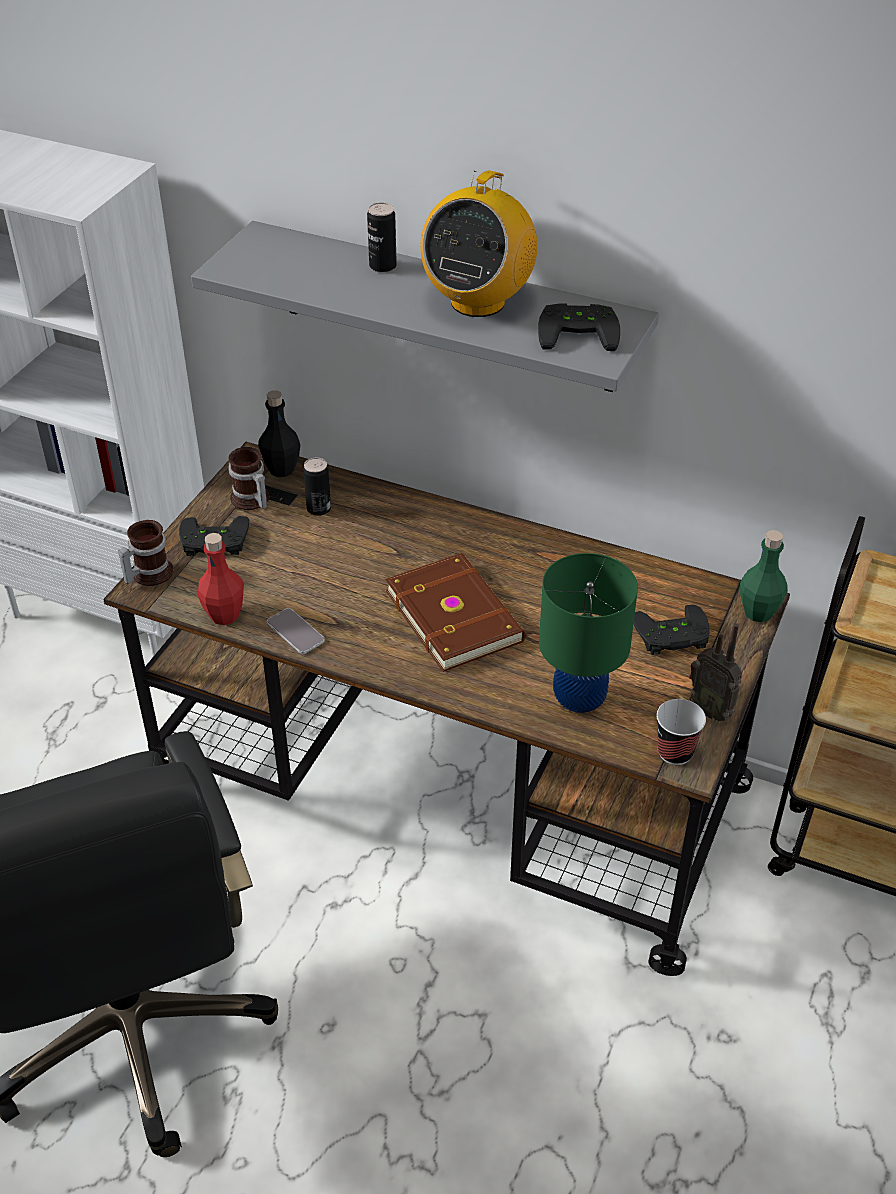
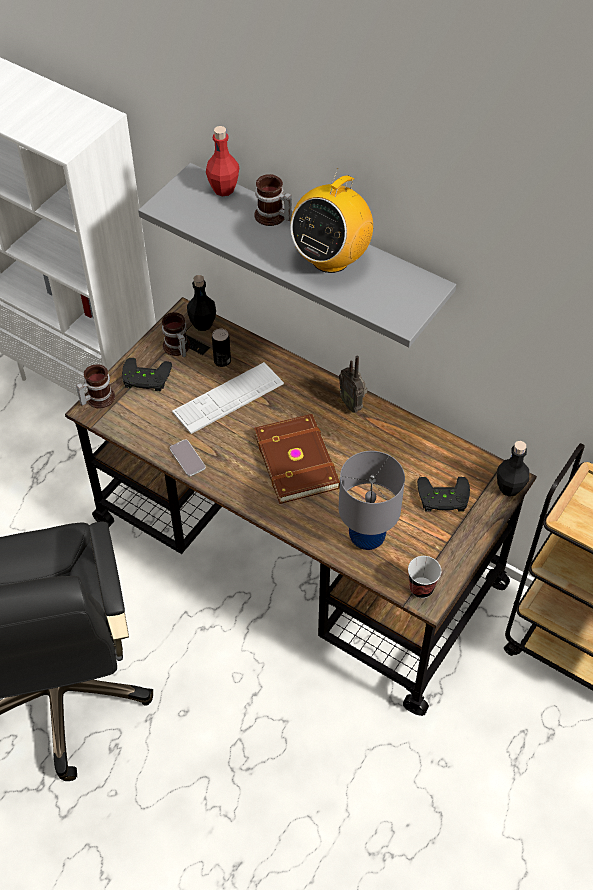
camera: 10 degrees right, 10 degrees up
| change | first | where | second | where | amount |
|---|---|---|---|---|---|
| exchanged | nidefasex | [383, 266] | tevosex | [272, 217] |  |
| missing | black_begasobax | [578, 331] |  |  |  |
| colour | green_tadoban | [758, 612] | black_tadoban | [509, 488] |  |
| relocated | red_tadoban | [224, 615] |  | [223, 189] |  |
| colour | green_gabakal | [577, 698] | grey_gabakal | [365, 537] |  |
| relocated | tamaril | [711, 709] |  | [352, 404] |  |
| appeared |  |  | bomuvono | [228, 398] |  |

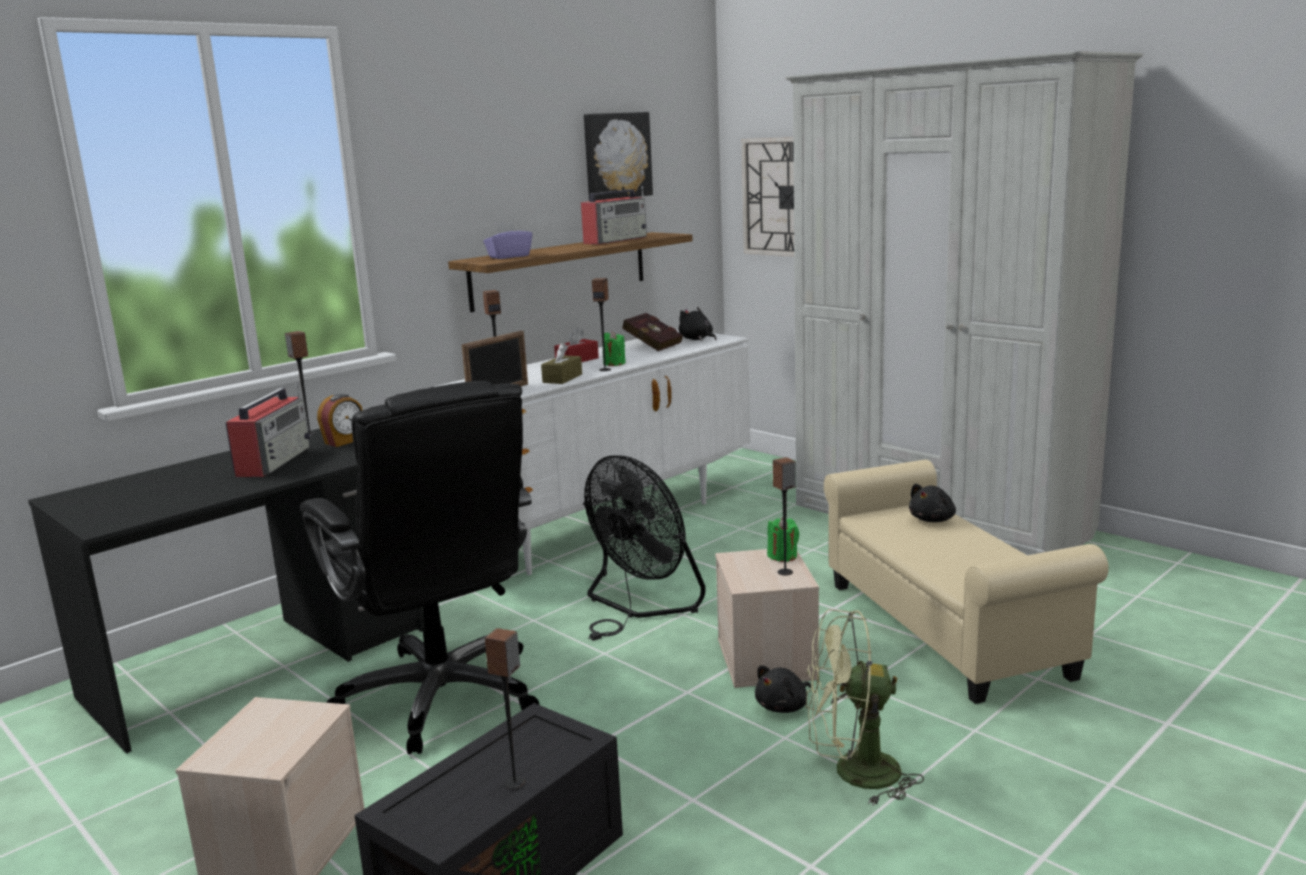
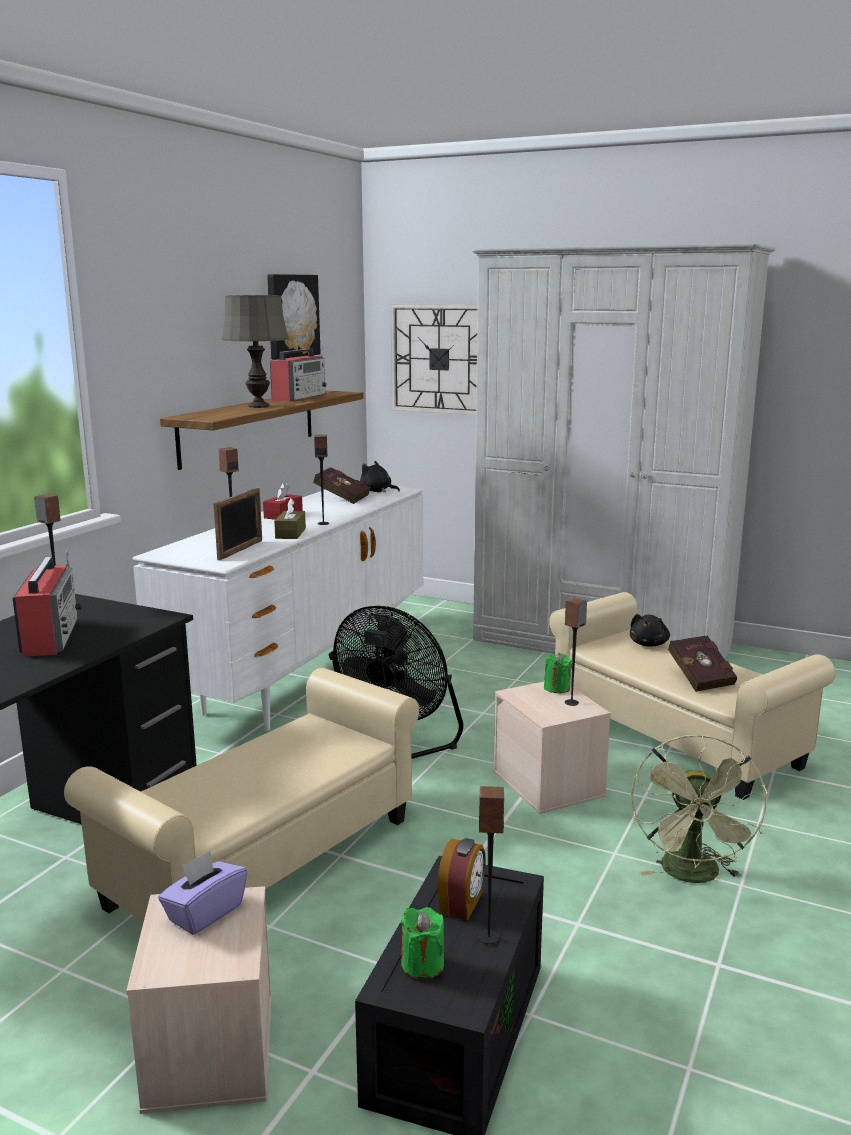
camera: 20 degrees left, 0 degrees up
| change | first | where | second | where | amount |
|---|---|---|---|---|---|
| relocated | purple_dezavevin | [509, 256] |  | [205, 913] |  |
| relocated | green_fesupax | [614, 363] |  | [422, 964] |  |
| exchanged | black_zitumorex | [441, 694] | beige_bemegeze | [264, 861] |  |
| relocated | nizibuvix | [344, 441] |  | [462, 904] |  |
| spun | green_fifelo | [853, 774] |  | [693, 876] | 60 degrees counterclockwise |
| missing | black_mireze | [783, 707] |  |  |  |
| appeared |  |  | grey_gabakal | [258, 406] |  |
| appeared |  |  | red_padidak | [699, 678] |  |

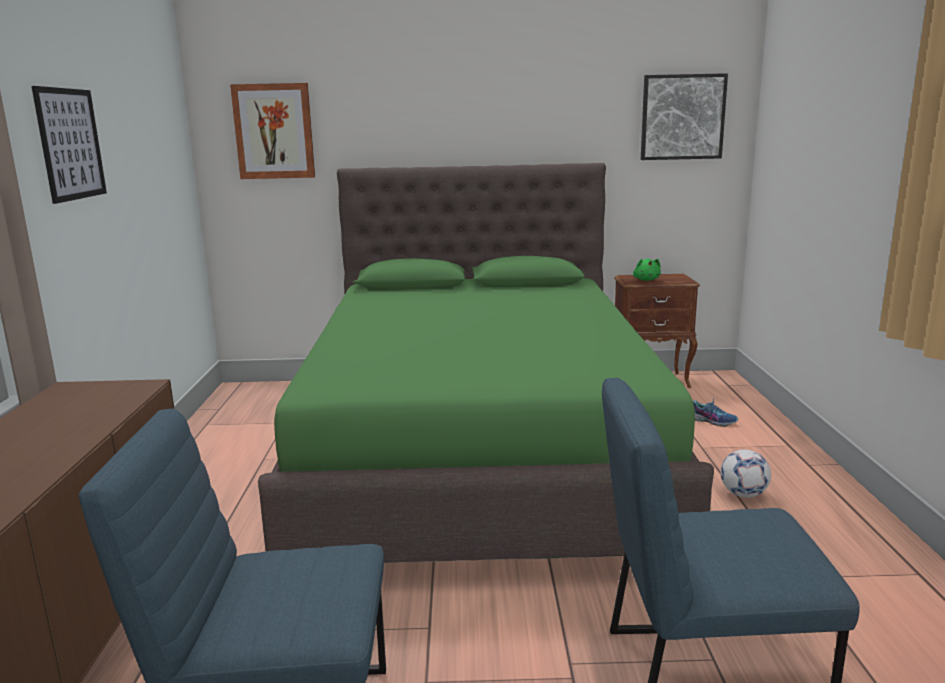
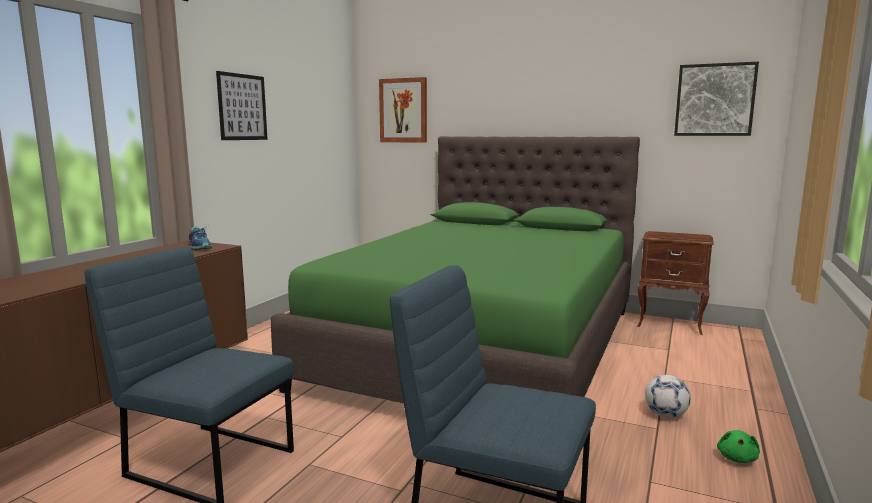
camera: 25 degrees right, 5 degrees down
| change | first | where | second | where | amount |
|---|---|---|---|---|---|
| relocated | green_mireze | [646, 280] |  | [737, 458] |  |
| relocated | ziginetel | [712, 421] |  | [200, 247] |  |

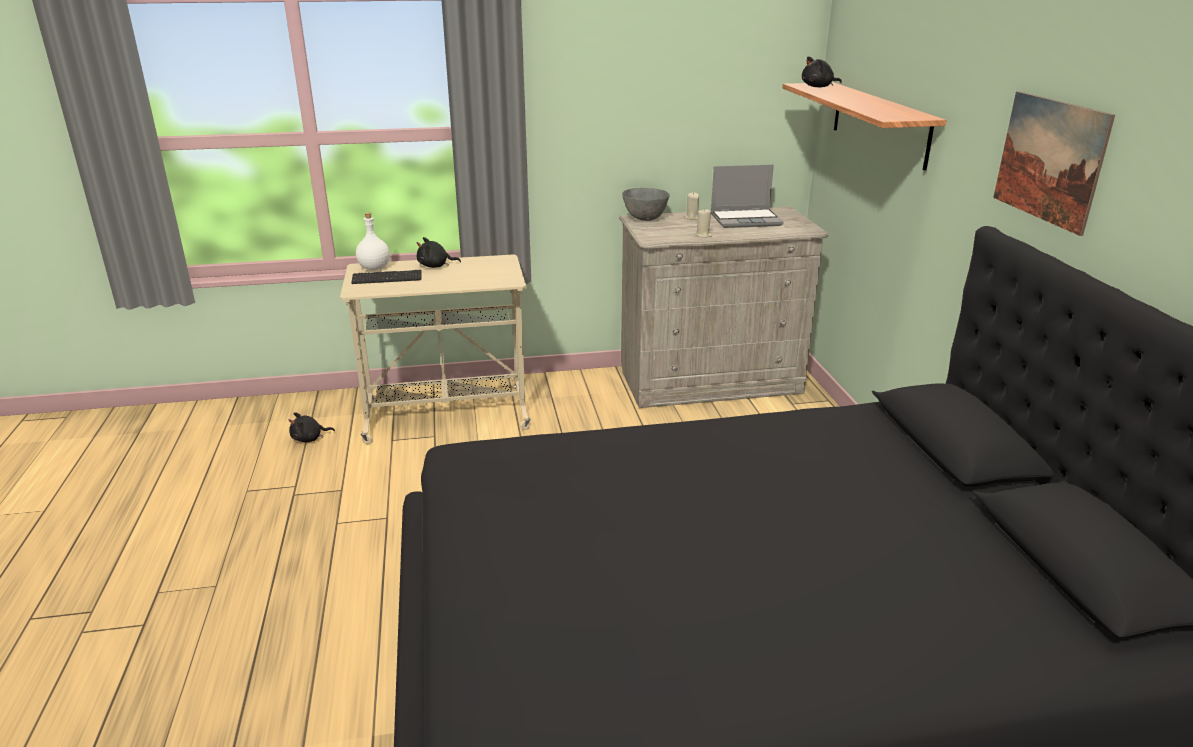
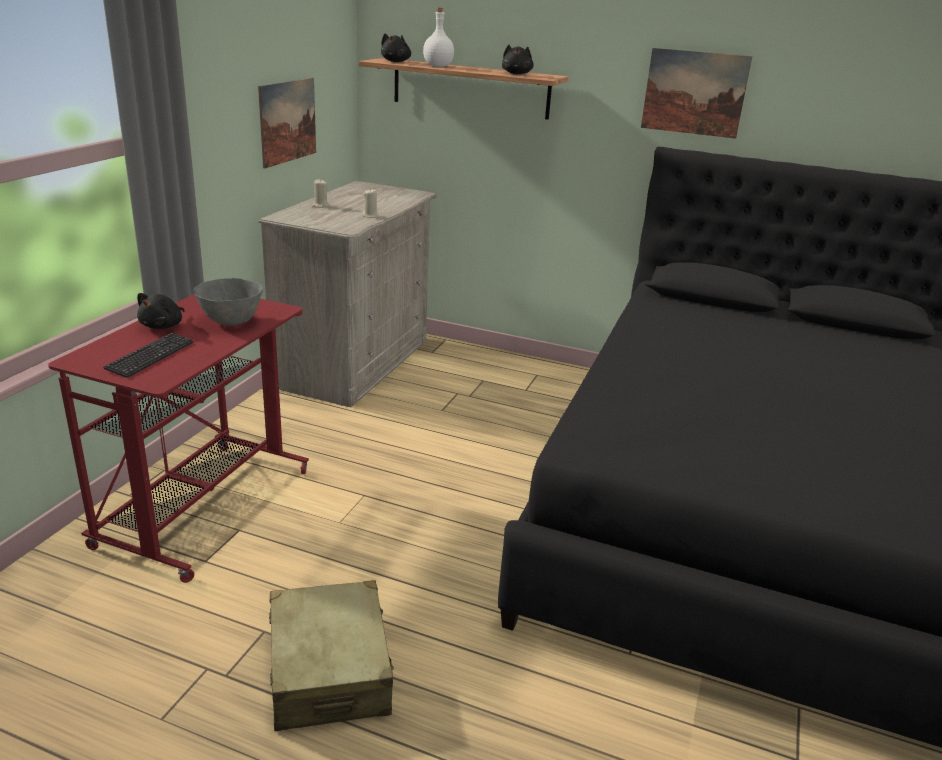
camera: 60 degrees left, 0 degrees up
| change | first | where | second | where | amount |
|---|---|---|---|---|---|
| missing | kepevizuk | [746, 220] |  |  |  |
| relocated | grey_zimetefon | [645, 219] |  | [231, 322] |  |
| relocated | white_tadoban | [375, 268] |  | [438, 66] |  |
| colour | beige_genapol | [447, 415] | red_genapol | [206, 507] |  |
| relocated | black_mireze | [309, 438] |  | [517, 74] |  |
| appeared |  |  | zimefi | [288, 121] |  |
| appeared |  |  | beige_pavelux | [329, 670] |  |

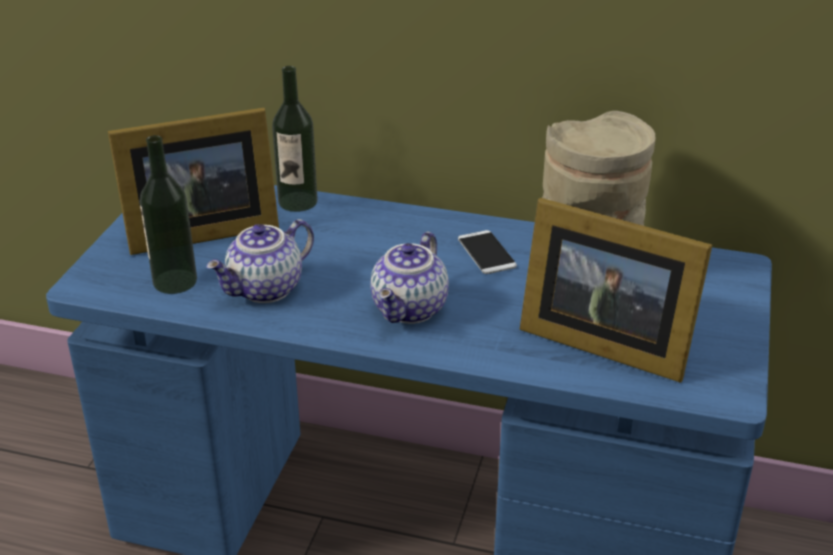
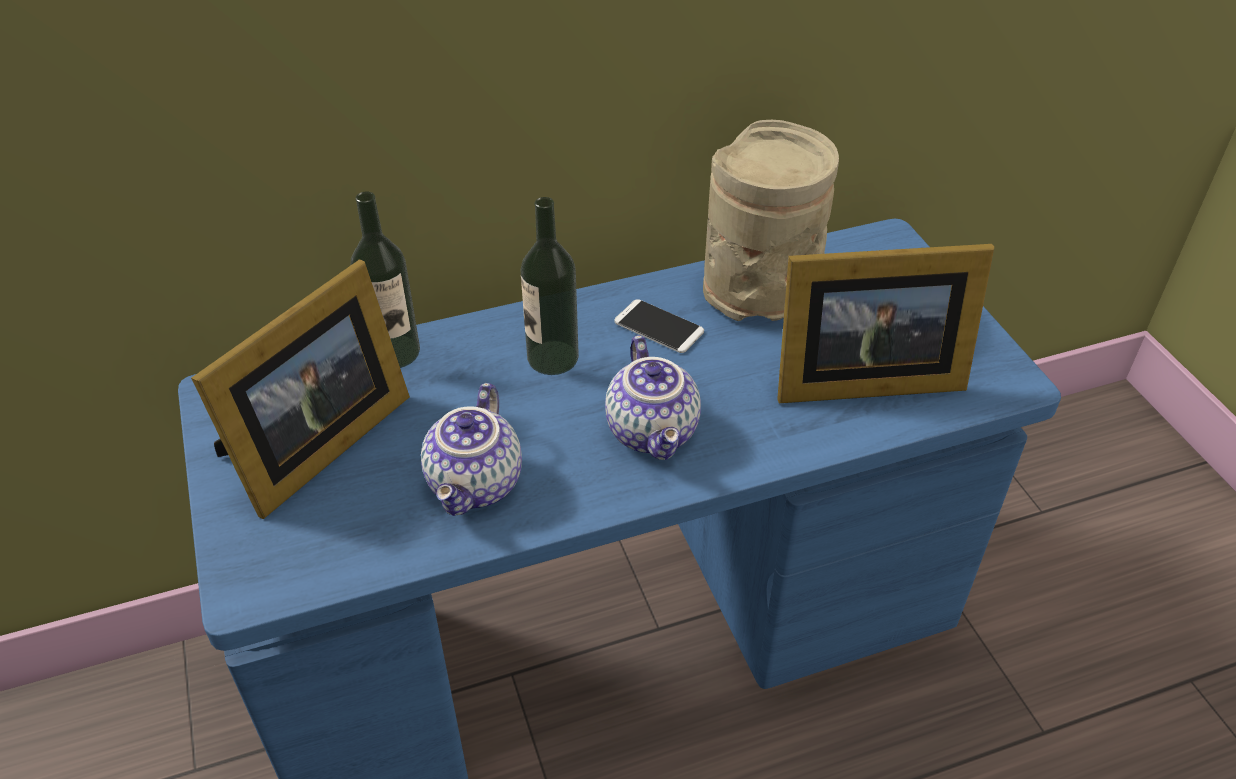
camera: 35 degrees left, 10 degrees up
| change | first | where | second | where | amount |
|---|---|---|---|---|---|
| relocated | tadoban | [175, 281] |  | [552, 358] |  |

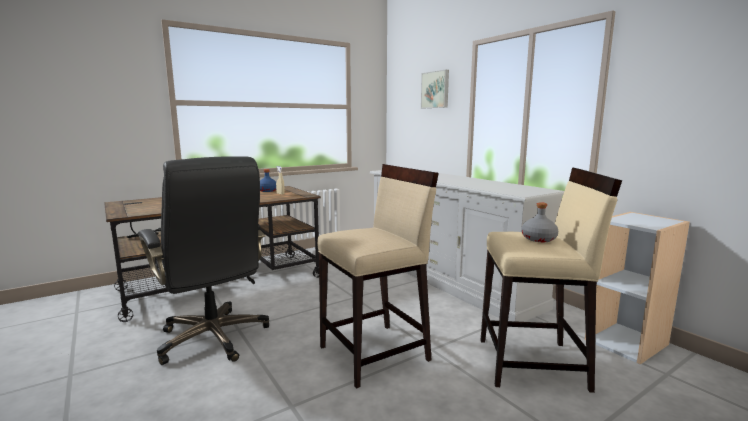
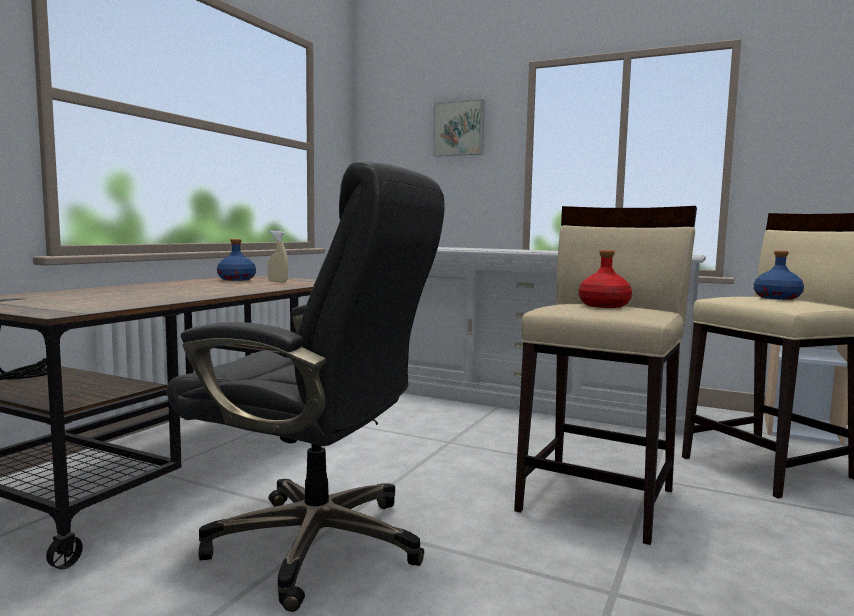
camera: 30 degrees left, 5 degrees down
| change | first | where | second | where | amount |
|---|---|---|---|---|---|
| colour | grey_tadoban | [538, 239] | blue_tadoban | [776, 298] |  |
| appeared |  |  | red_tadoban | [603, 305] |  |

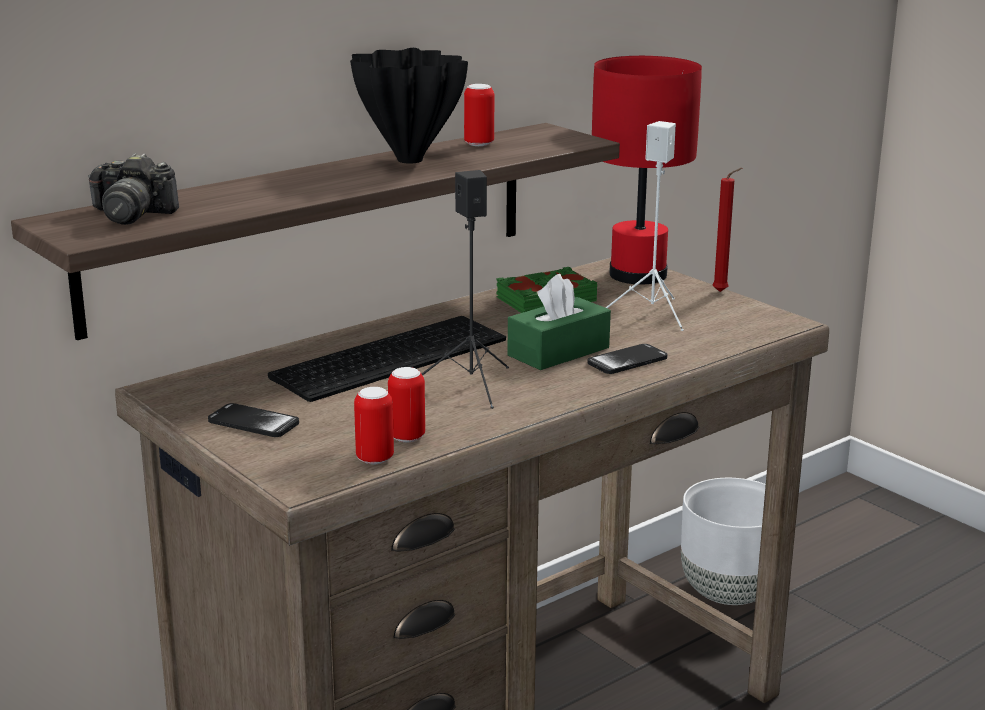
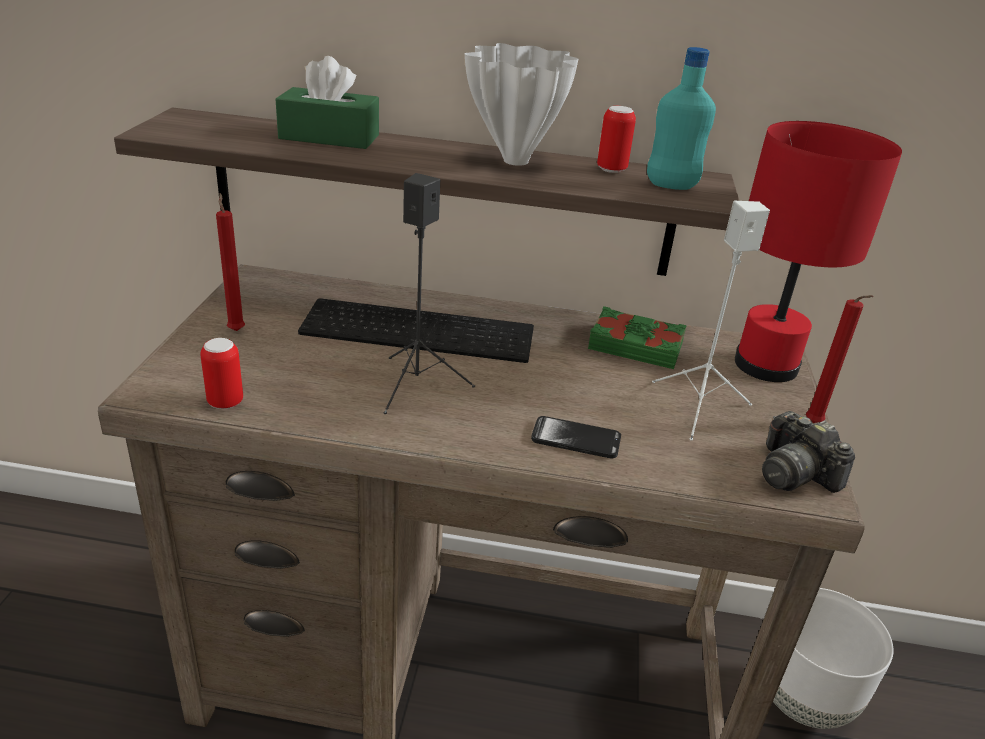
camera: 45 degrees right, 10 degrees up
| change | first | where | second | where | amount |
|---|---|---|---|---|---|
| colour | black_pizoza | [407, 160] | white_pizoza | [515, 160] |  |
| relocated | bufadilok | [131, 215] |  | [794, 473] |  |
| relocated | green_dezavevin | [558, 351] |  | [329, 137] |  |
| missing | nidefasex | [407, 437] |  |  |  |
| exchanged | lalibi | [253, 423] | red_fesupax | [236, 329] |  |
| appeared |  |  | turquoise_tadoban | [671, 186] |  |

